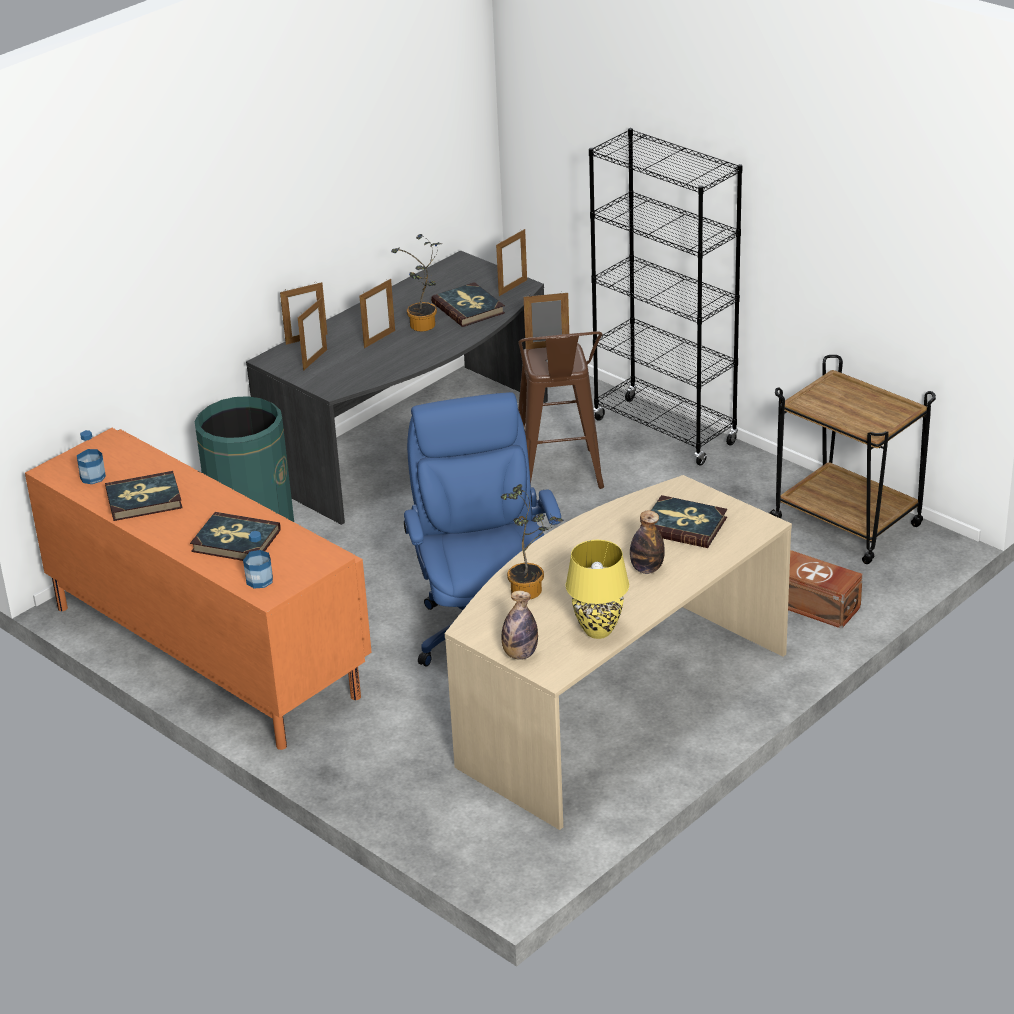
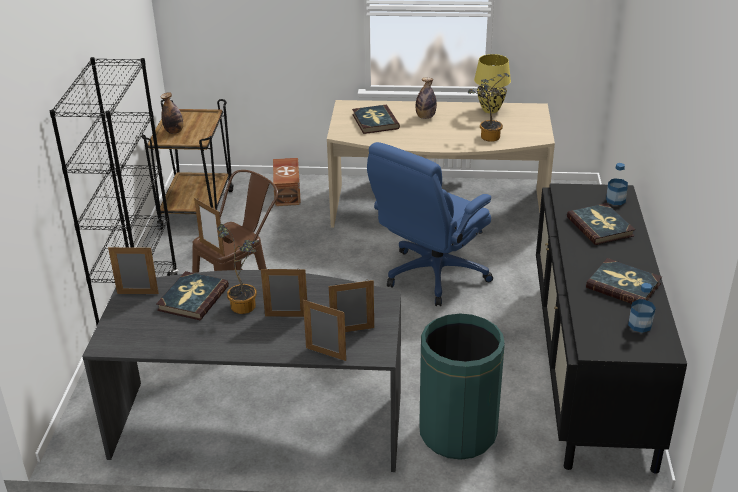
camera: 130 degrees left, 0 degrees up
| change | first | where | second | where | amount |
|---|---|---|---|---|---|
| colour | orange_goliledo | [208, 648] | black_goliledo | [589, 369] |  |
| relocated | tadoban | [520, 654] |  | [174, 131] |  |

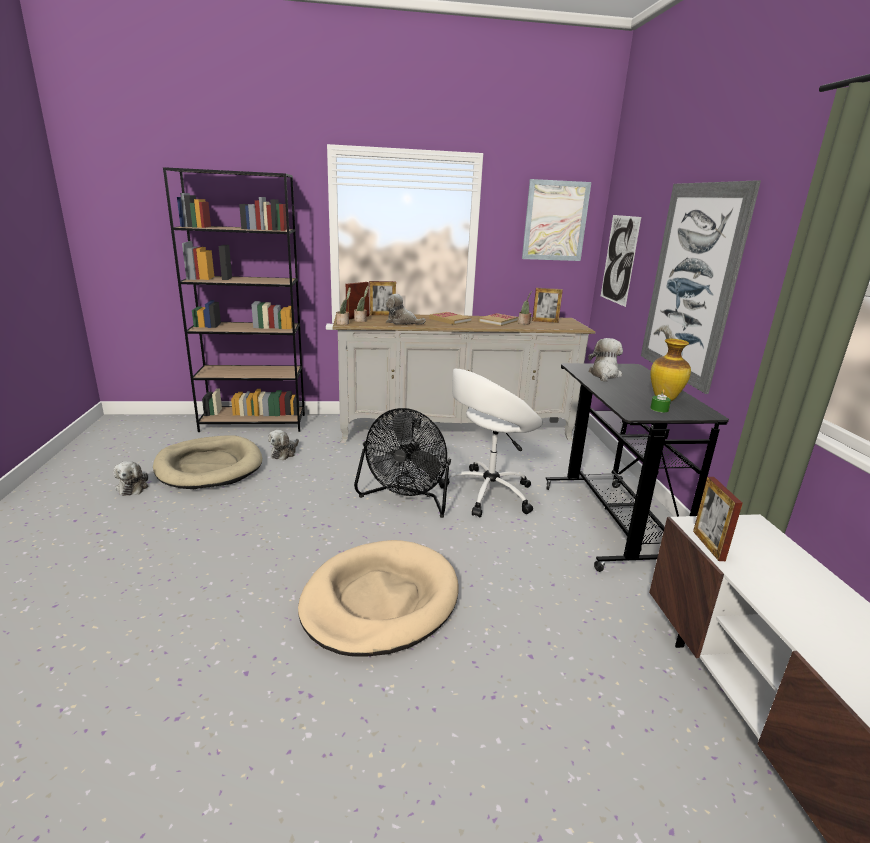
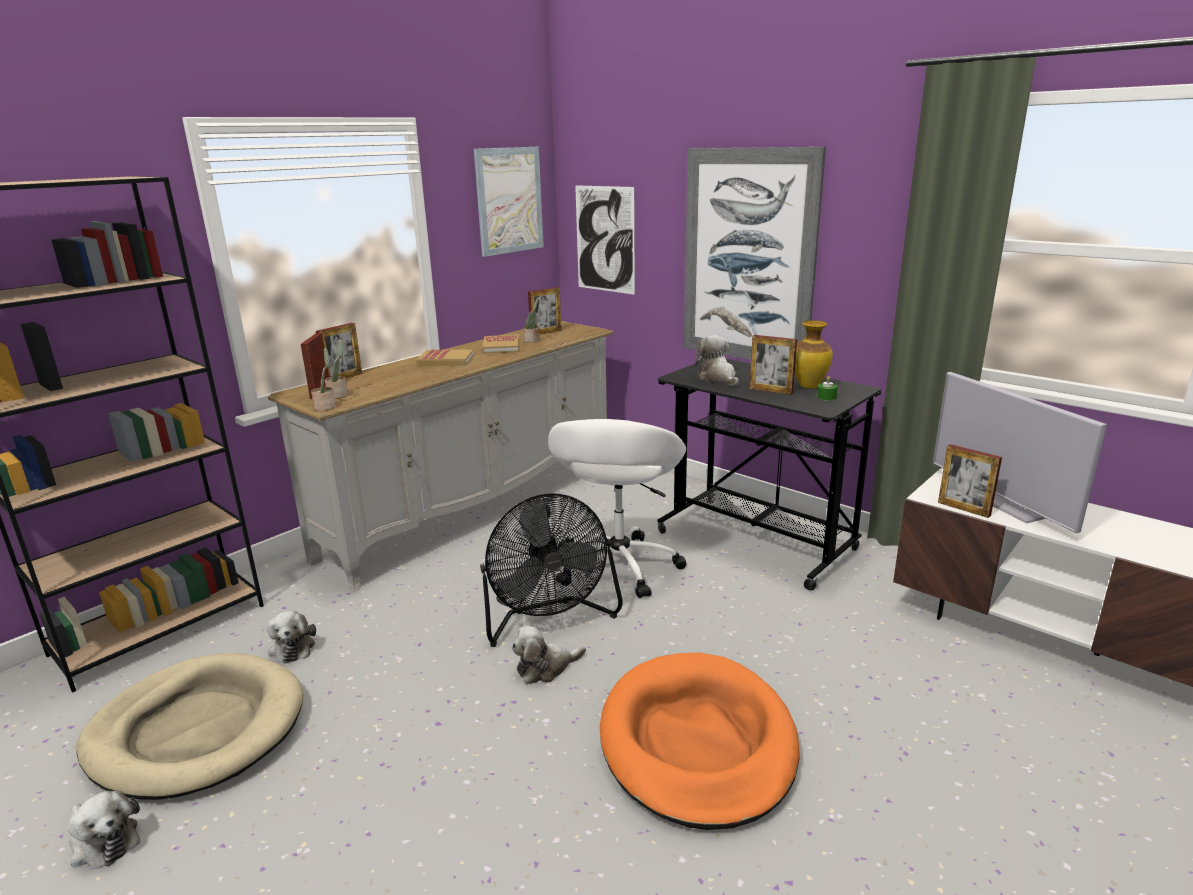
camera: 40 degrees left, 0 degrees up
| change | first | where | second | where | amount |
|---|---|---|---|---|---|
| relocated | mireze | [402, 322] |  | [545, 668] |  |
| colour | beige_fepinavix | [380, 601] | orange_fepinavix | [697, 742] |  |
| appeared |  |  | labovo | [771, 391] |  |
| appeared |  |  | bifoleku | [1002, 502] |  |

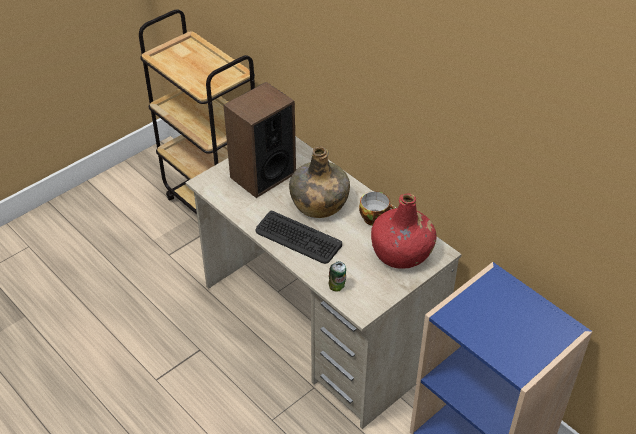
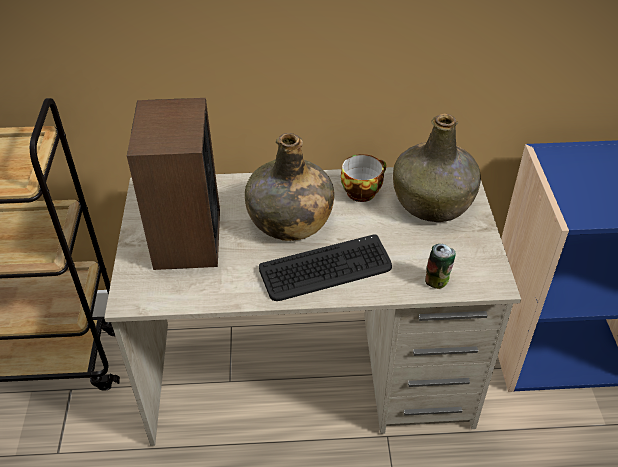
camera: 50 degrees left, 0 degrees up
| change | first | where | second | where | amount |
|---|---|---|---|---|---|
| colour | red_tadoban | [402, 252] | green_tadoban | [433, 201] |  |

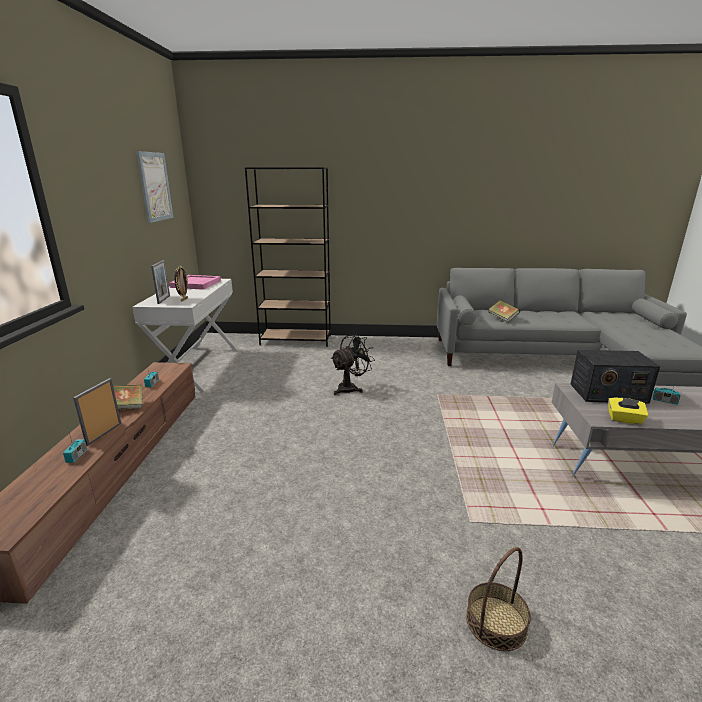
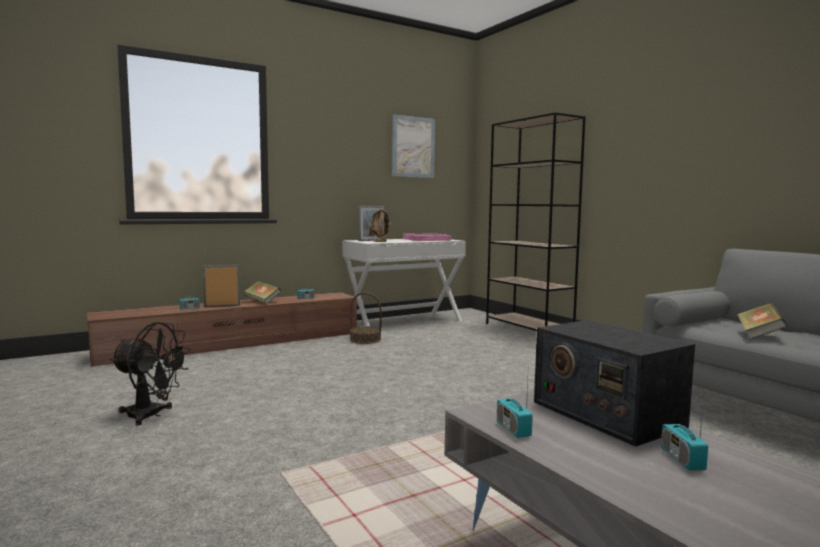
camera: 55 degrees right, 15 degrees down
| change | first | where | second | where | amount |
|---|---|---|---|---|---|
| relocated | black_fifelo | [350, 388] |  | [151, 415] |  |
| exchanged | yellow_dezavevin | [624, 419] | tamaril | [513, 429] |  |
| relocated | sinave | [496, 622] |  | [365, 340] |  |

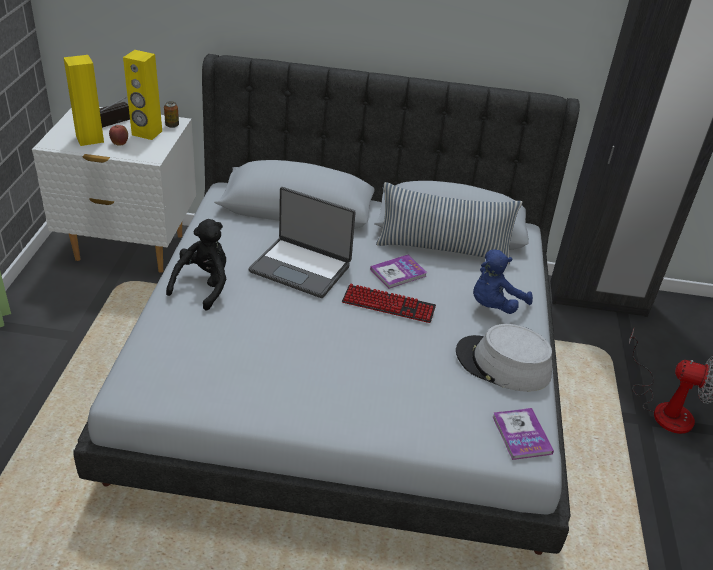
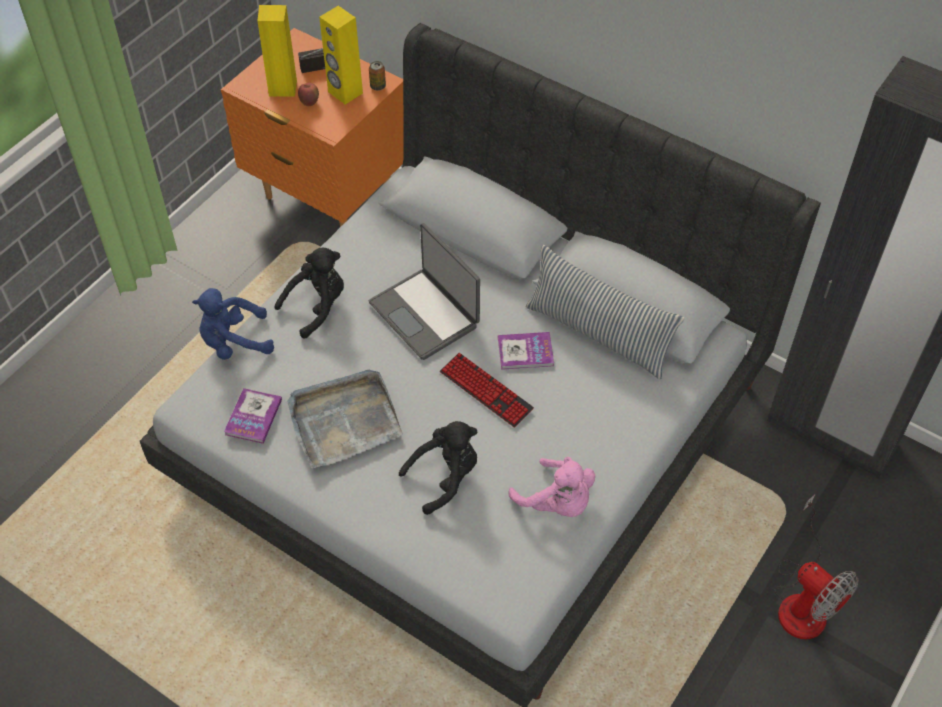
camera: 30 degrees right, 15 degrees up
| change | first | where | second | where | amount |
|---|---|---|---|---|---|
| colour | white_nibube | [129, 248] | orange_nibube | [327, 197] |  |
| relocated | blue_mireze | [494, 305] |  | [234, 342] |  |
| exchanged | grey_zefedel | [502, 364] | pink_mireze | [557, 502] |  |
| relocated | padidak | [521, 435] |  | [253, 417] |  |
| appeared |  |  | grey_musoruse | [343, 421] |  |
| appeared |  |  | black_mireze | [445, 477] |  |

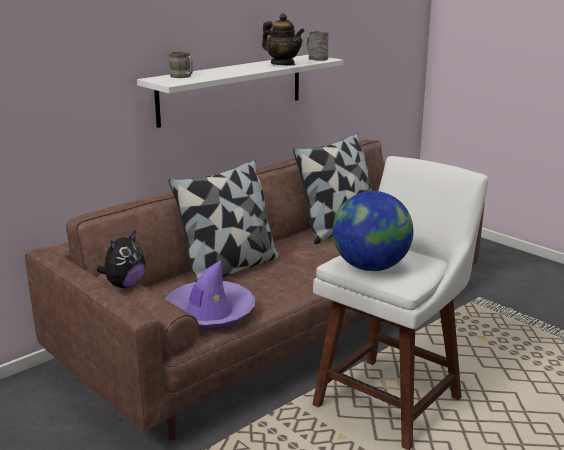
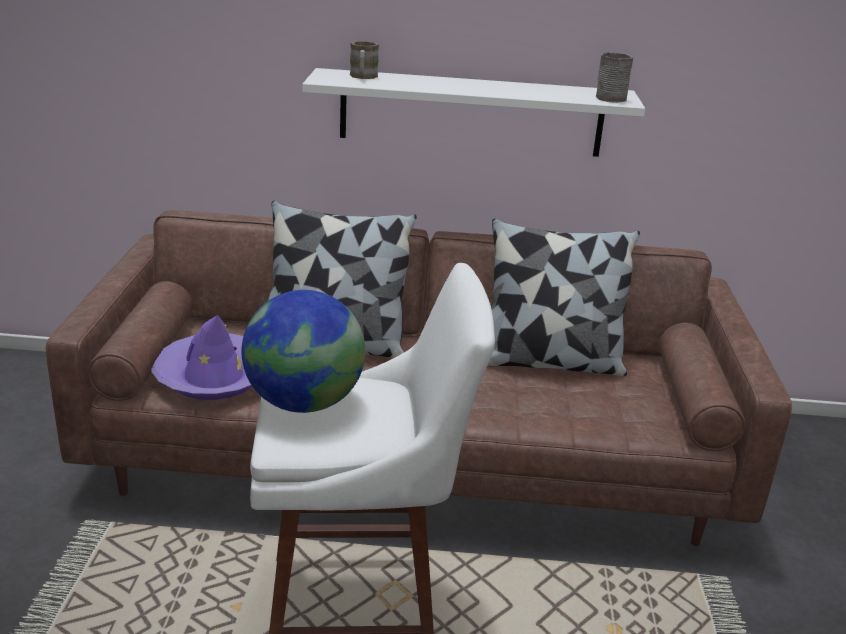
camera: 45 degrees right, 5 degrees up
| change | first | where | second | where | amount |
|---|---|---|---|---|---|
| missing | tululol | [283, 64] |  |  |  |
| missing | mireze | [124, 285] |  |  |  |

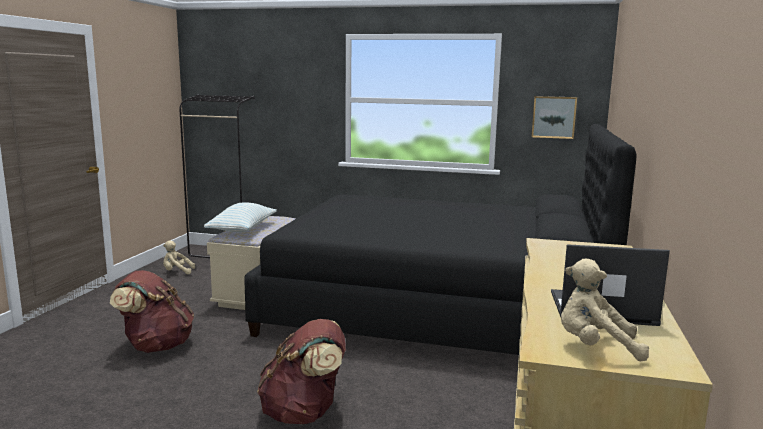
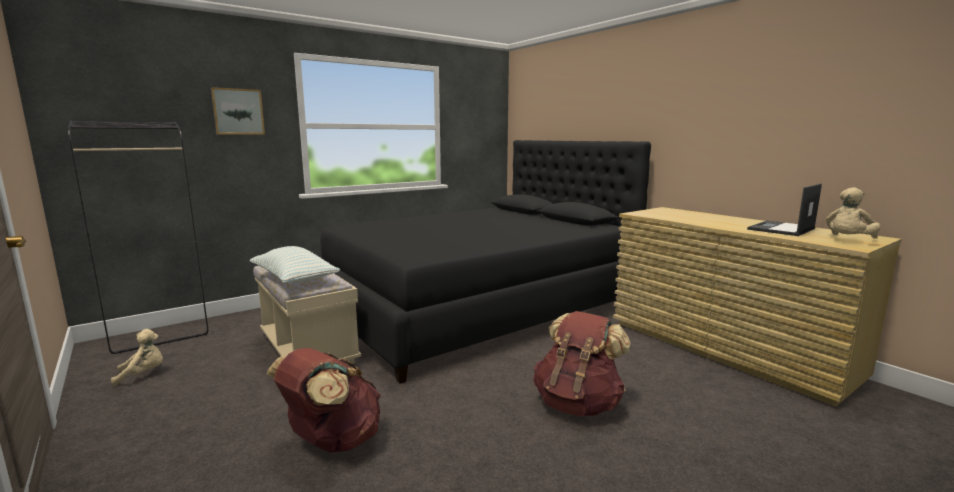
camera: 50 degrees left, 0 degrees up
| change | first | where | second | where | amount |
|---|---|---|---|---|---|
| relocated | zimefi | [553, 117] |  | [238, 111] |  |
| spun | beige_mireze | [177, 272] |  | [143, 374] | 150 degrees counterclockwise |

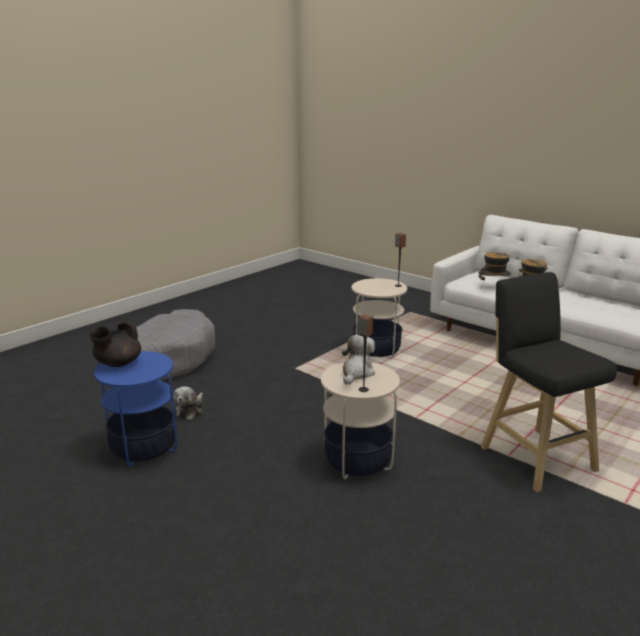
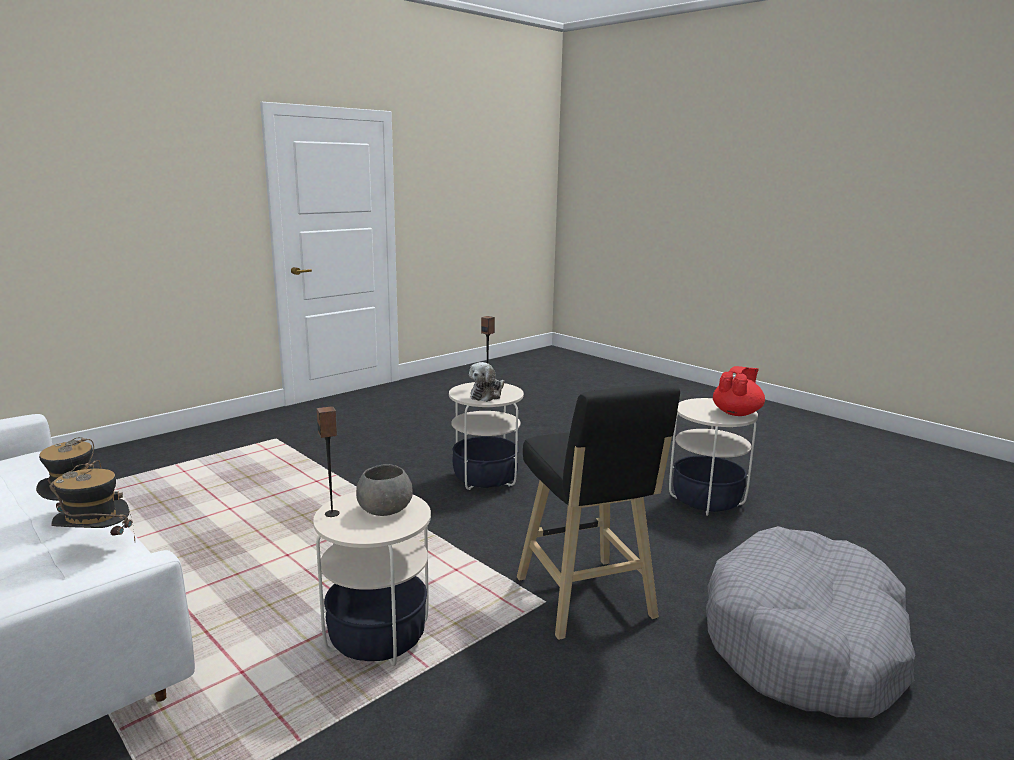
camera: 175 degrees left, 5 degrees down
| change | first | where | second | where | amount |
|---|---|---|---|---|---|
| relocated | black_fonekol | [534, 456] |  | [587, 601] |  |
| colour | black_tululol | [118, 363] | red_tululol | [737, 413] |  |
| colour | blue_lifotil | [143, 449] | beige_lifotil | [706, 502] |  |
| missing | mireze | [190, 410] |  |  |  |
| appeared |  |  | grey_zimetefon | [384, 509] |  |

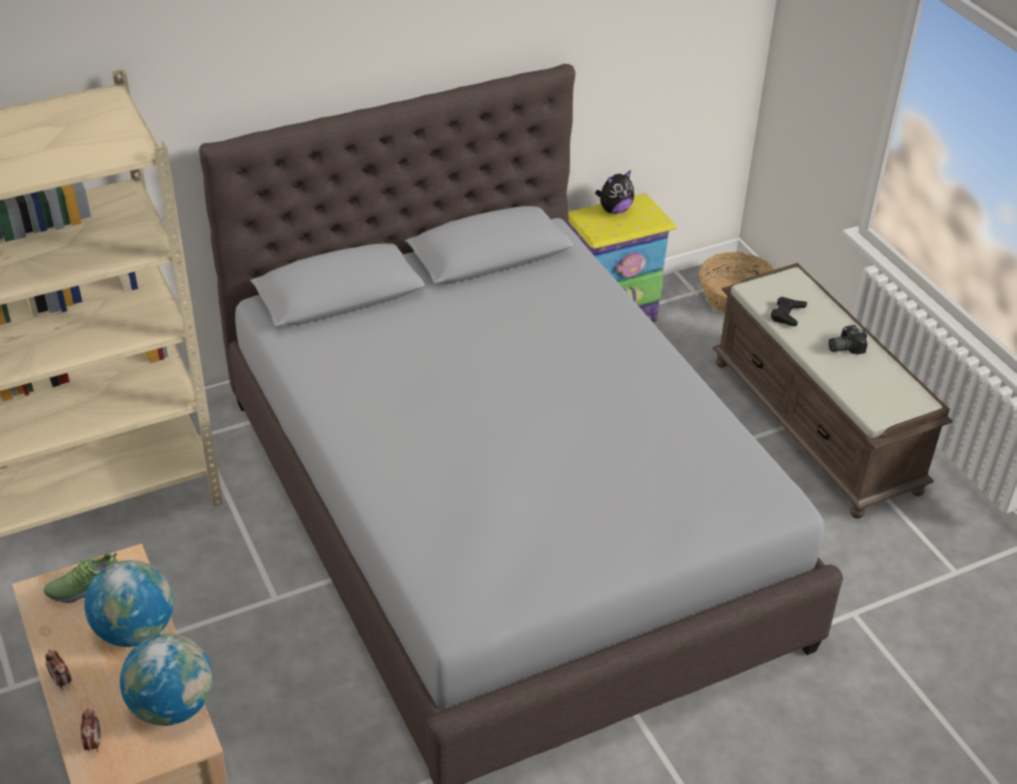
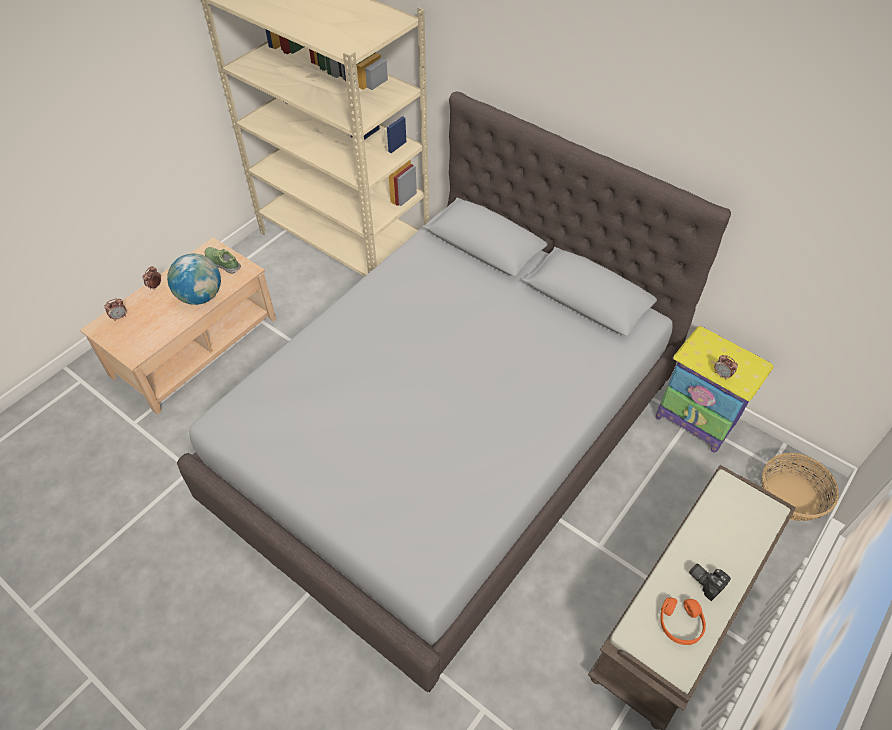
camera: 65 degrees right, 10 degrees up
| change | first | where | second | where | amount |
|---|---|---|---|---|---|
| missing | mireze | [614, 210] |  |  |  |
| missing | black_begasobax | [787, 314] |  |  |  |
| missing | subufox | [172, 706] |  |  |  |
| appeared |  |  | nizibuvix | [722, 375] |  |
| appeared |  |  | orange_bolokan | [680, 623] |  |

